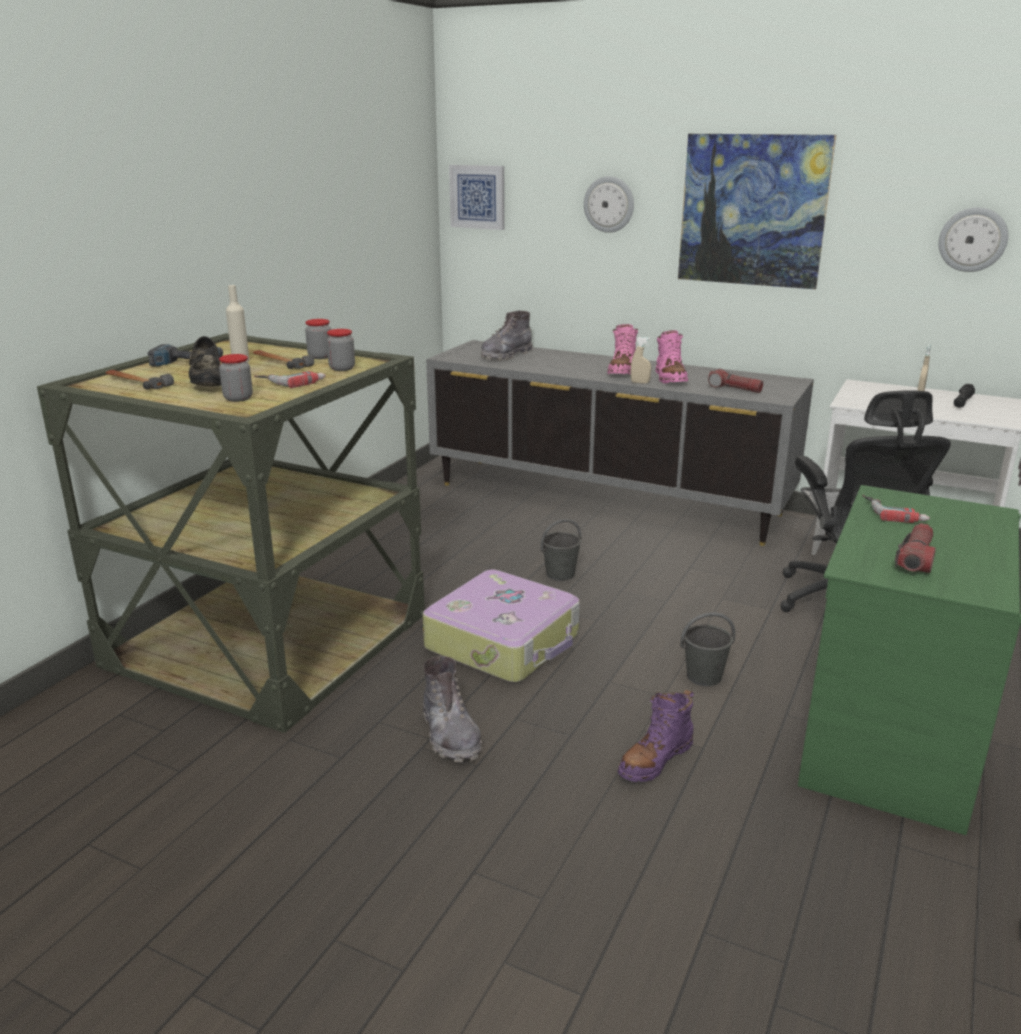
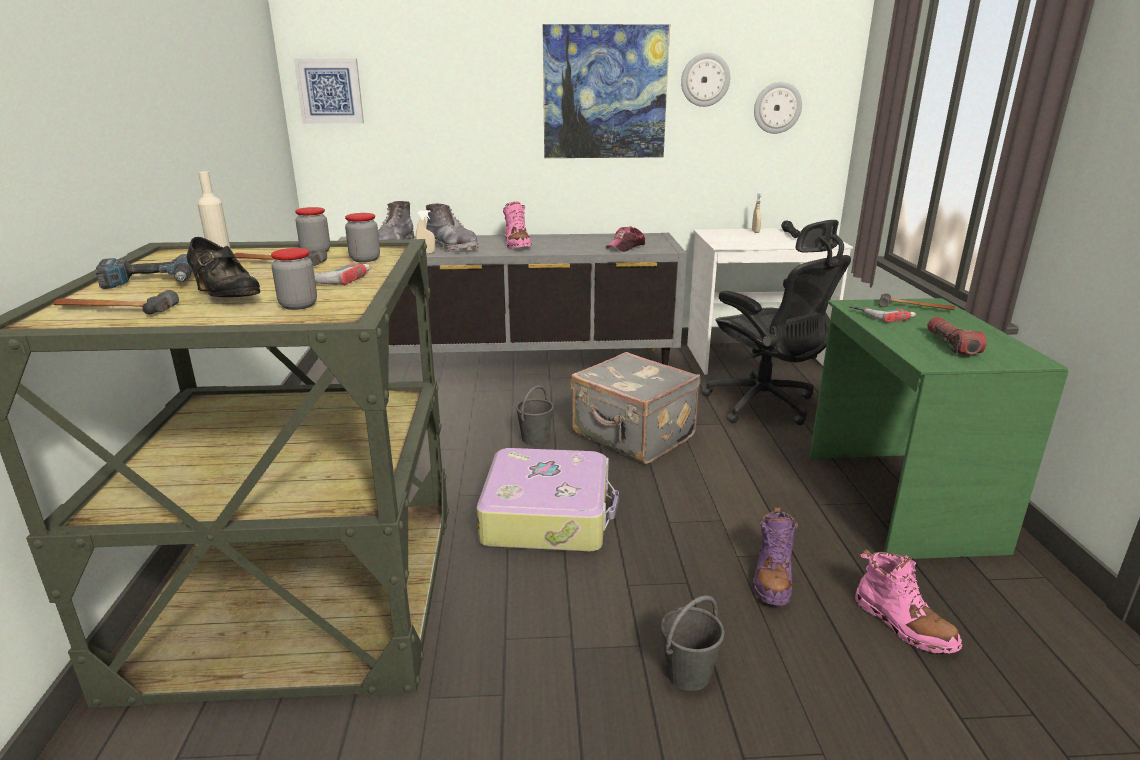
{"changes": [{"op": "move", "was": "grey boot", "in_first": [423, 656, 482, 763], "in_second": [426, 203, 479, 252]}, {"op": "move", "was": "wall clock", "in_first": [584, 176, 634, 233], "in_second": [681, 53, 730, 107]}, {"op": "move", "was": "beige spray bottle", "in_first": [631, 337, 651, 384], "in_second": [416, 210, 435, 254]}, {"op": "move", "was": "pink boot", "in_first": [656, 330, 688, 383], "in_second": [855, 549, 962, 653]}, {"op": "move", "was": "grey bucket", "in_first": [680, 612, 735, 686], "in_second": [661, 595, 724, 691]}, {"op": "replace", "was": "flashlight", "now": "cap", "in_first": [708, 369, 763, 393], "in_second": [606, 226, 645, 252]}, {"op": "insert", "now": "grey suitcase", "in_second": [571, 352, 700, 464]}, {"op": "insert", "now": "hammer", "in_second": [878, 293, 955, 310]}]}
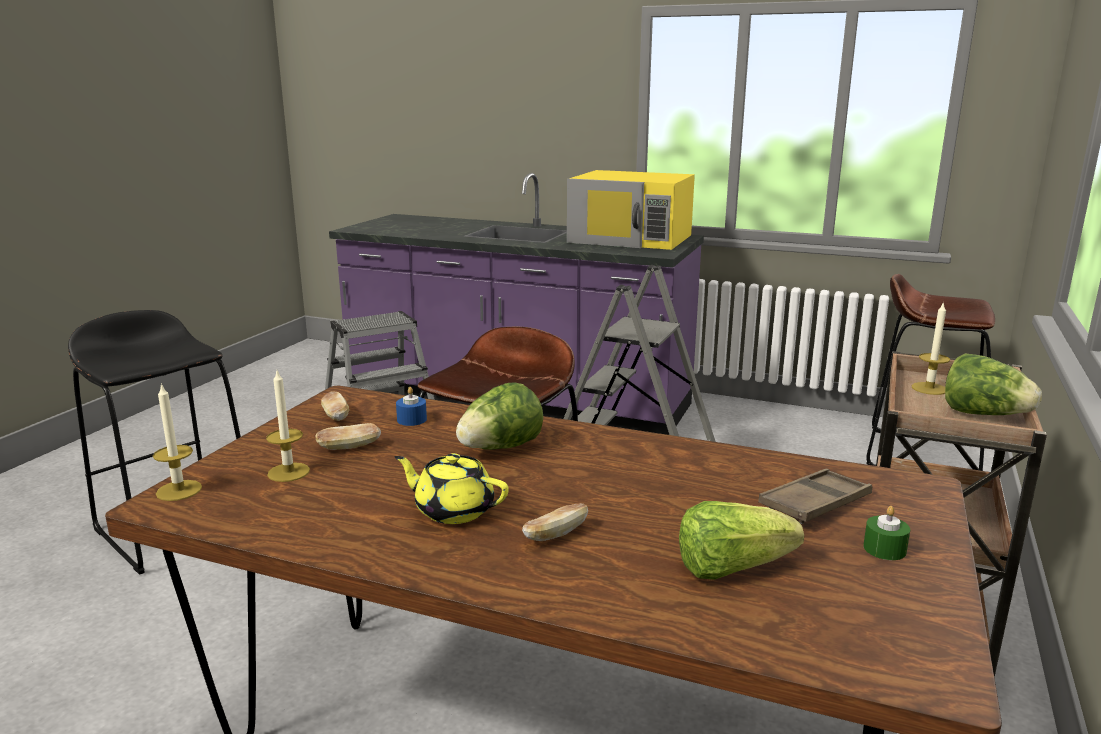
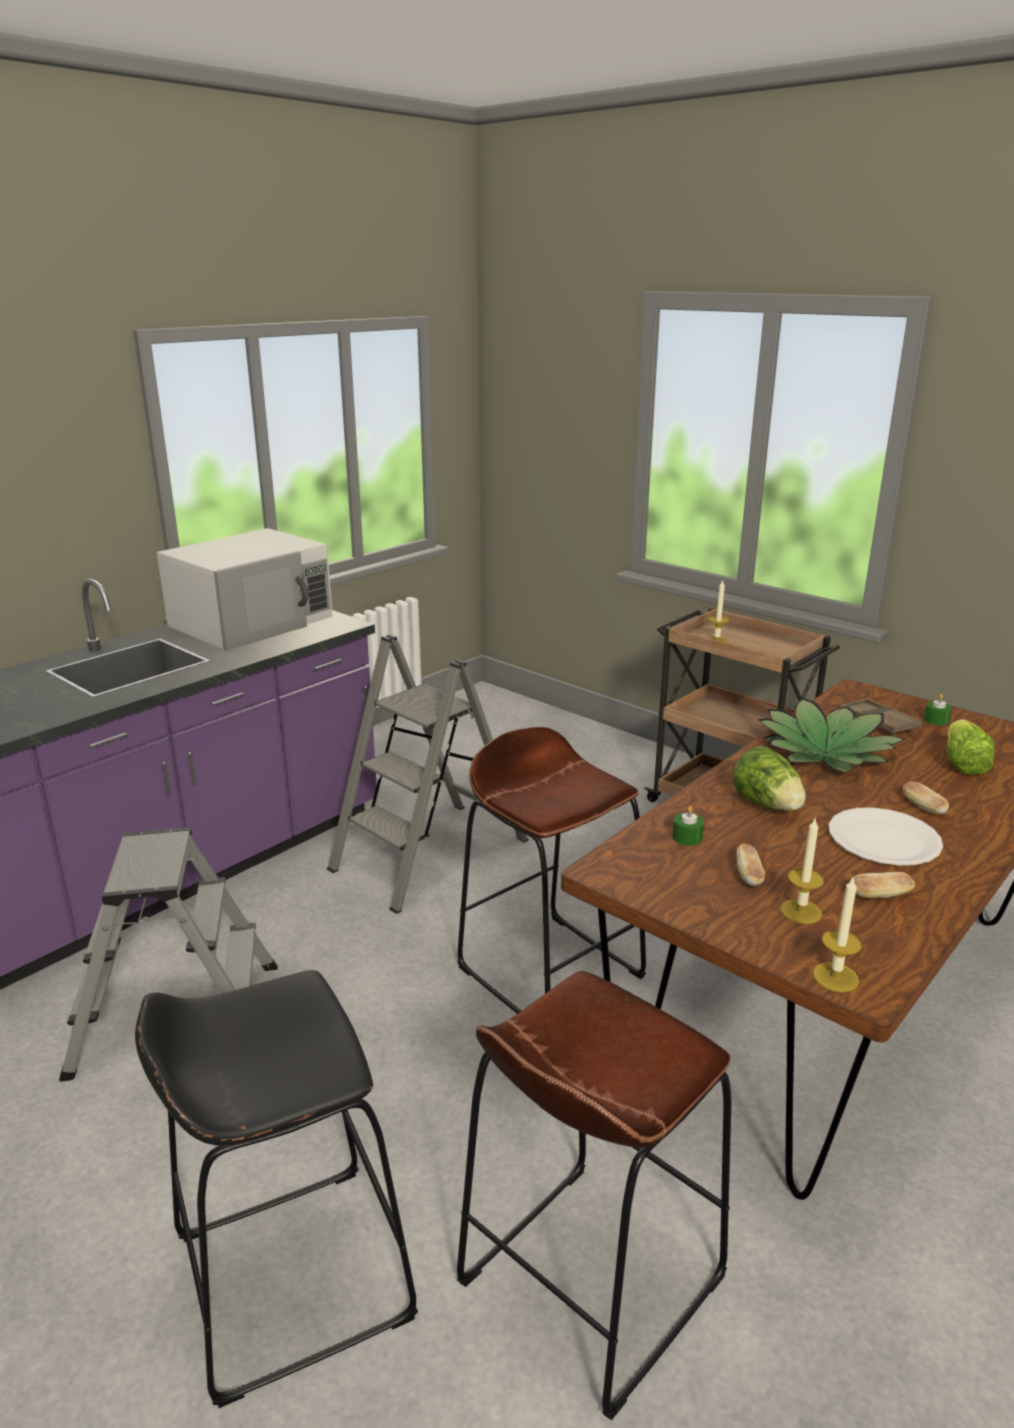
{"changes": [{"op": "move", "was": "bread", "in_first": [321, 391, 349, 421], "in_second": [850, 872, 915, 898]}, {"op": "replace", "was": "yellow teapot", "now": "white plate", "in_first": [395, 453, 509, 524], "in_second": [829, 807, 943, 865]}, {"op": "recolor", "was": "blue candle", "now": "green candle", "in_first": [396, 387, 427, 426], "in_second": [673, 806, 704, 845]}, {"op": "recolor", "was": "yellow microwave", "now": "white microwave", "in_first": [567, 170, 695, 250], "in_second": [157, 528, 333, 651]}, {"op": "move", "was": "brown stool", "in_first": [866, 274, 995, 471], "in_second": [457, 971, 731, 1420]}, {"op": "delete", "was": "lettuce", "in_first": [945, 354, 1042, 415]}, {"op": "insert", "now": "potted plant", "in_second": [758, 697, 905, 773]}]}
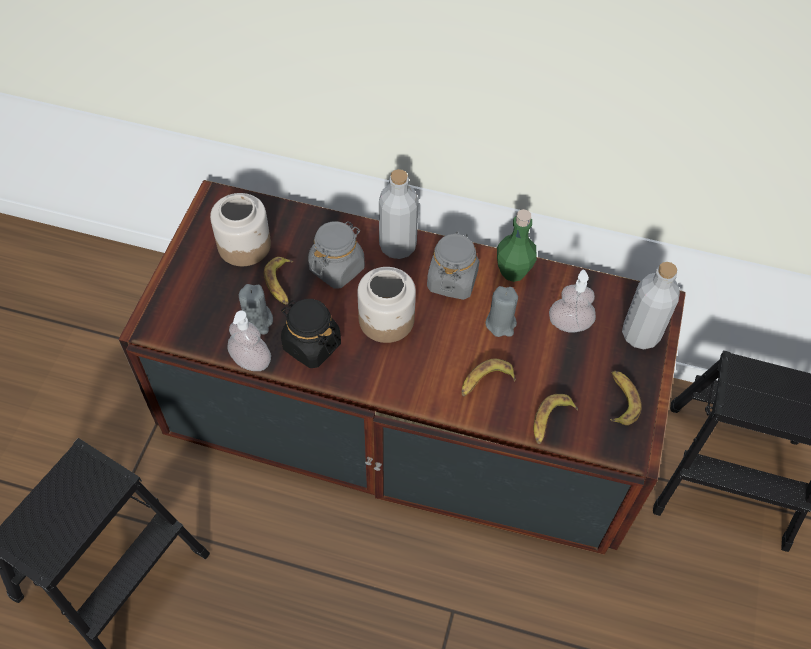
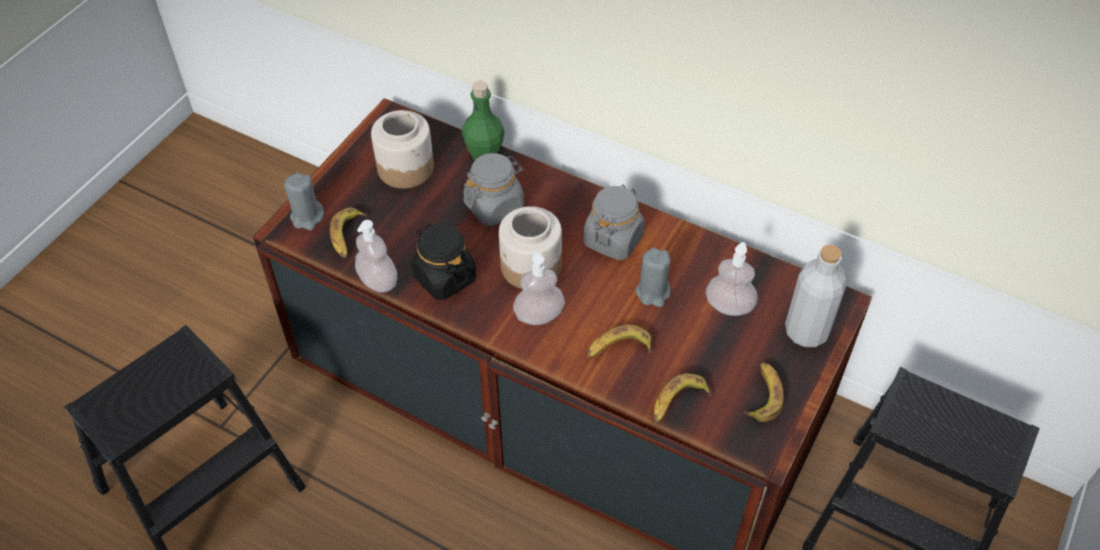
{"changes": [{"op": "move", "was": "grey candle", "in_first": [239, 284, 273, 335], "in_second": [284, 173, 324, 230]}, {"op": "move", "was": "banana", "in_first": [264, 257, 293, 305], "in_second": [330, 207, 367, 258]}, {"op": "delete", "was": "grey bottle", "in_first": [379, 169, 419, 259]}, {"op": "move", "was": "green bottle", "in_first": [497, 209, 537, 282], "in_second": [462, 81, 505, 160]}, {"op": "insert", "now": "soap dispenser", "in_second": [513, 251, 565, 325]}]}
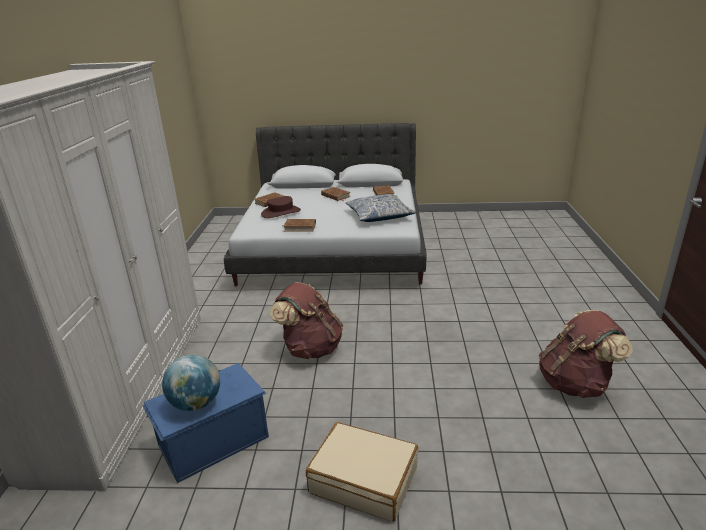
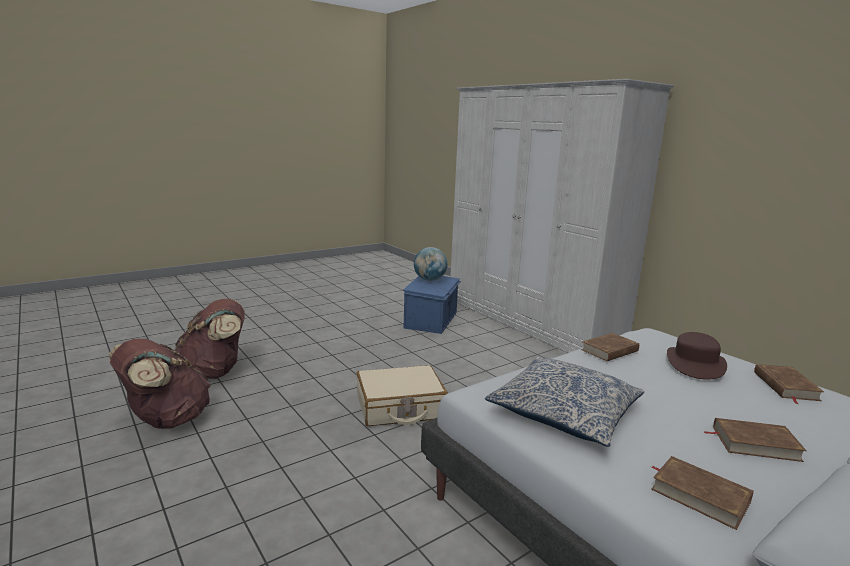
{"changes": [{"op": "move", "was": "brown backpack", "in_first": [270, 282, 343, 359], "in_second": [175, 299, 245, 379]}, {"op": "move", "was": "beige suitcase", "in_first": [306, 422, 418, 522], "in_second": [356, 365, 448, 426]}]}
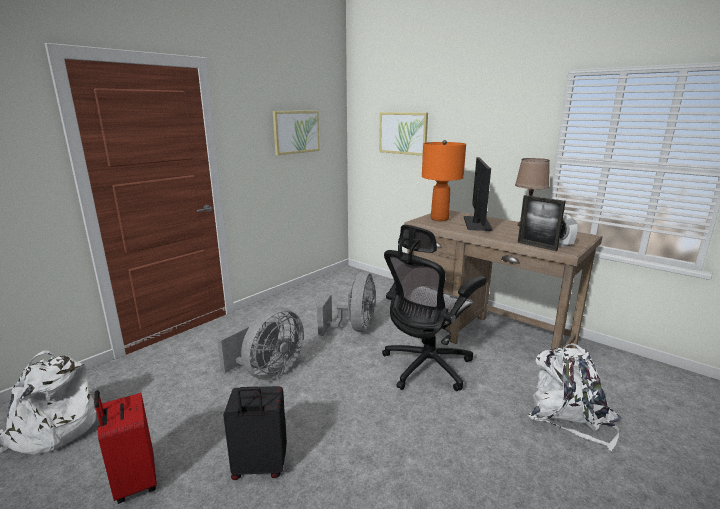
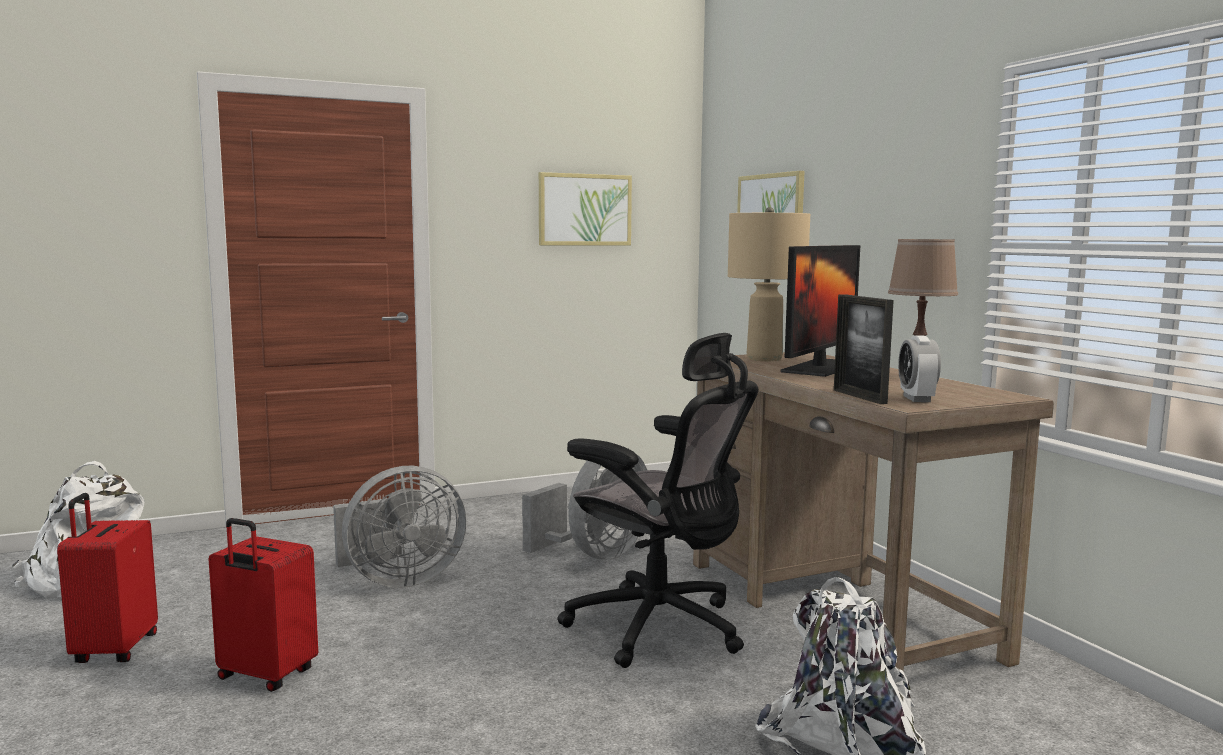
{"changes": [{"op": "recolor", "was": "black suitcase", "now": "red suitcase", "in_first": [223, 386, 287, 480], "in_second": [209, 518, 318, 692]}, {"op": "rotate", "was": "office chair", "in_first": [382, 225, 486, 391], "in_second": [557, 333, 758, 668], "clockwise": -120}, {"op": "recolor", "was": "orange table lamp", "now": "beige table lamp", "in_first": [422, 140, 466, 221], "in_second": [728, 207, 810, 361]}]}
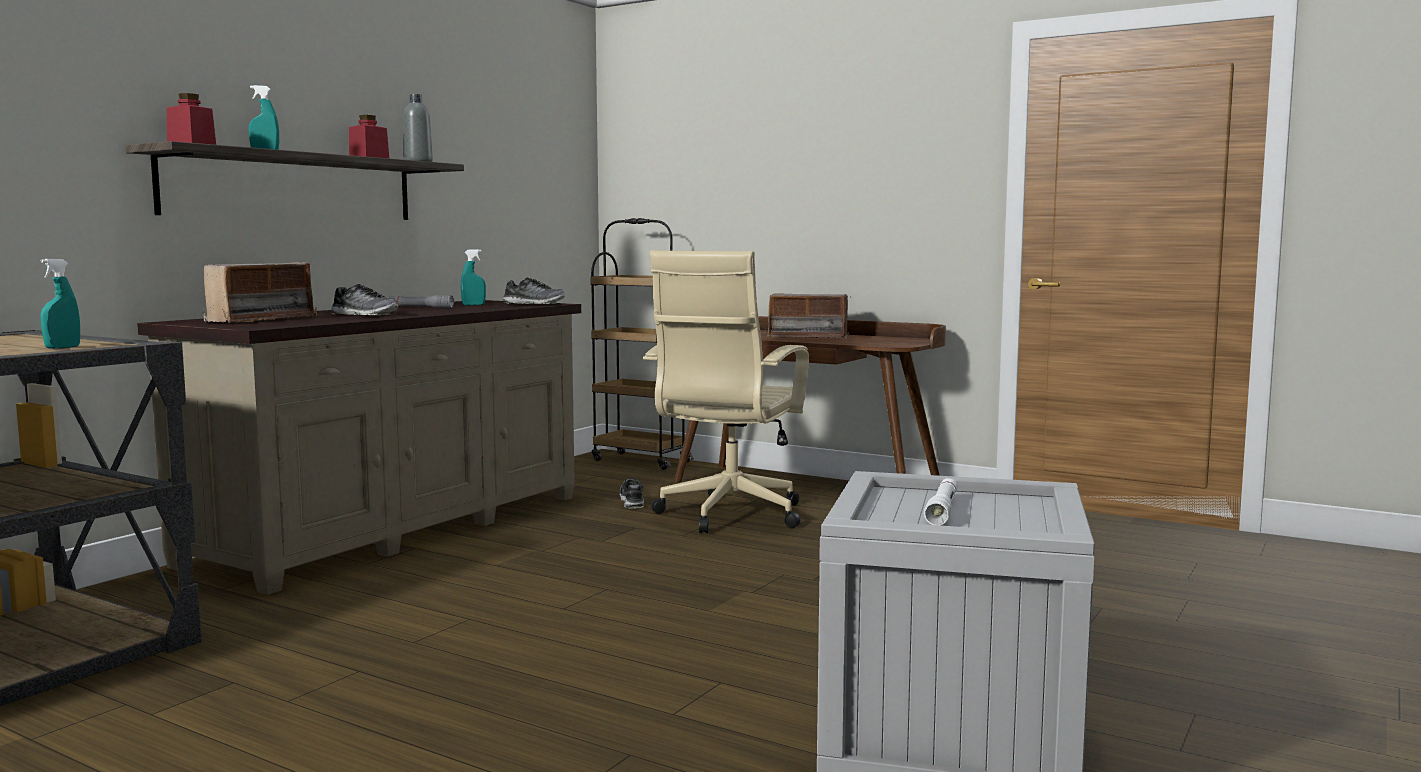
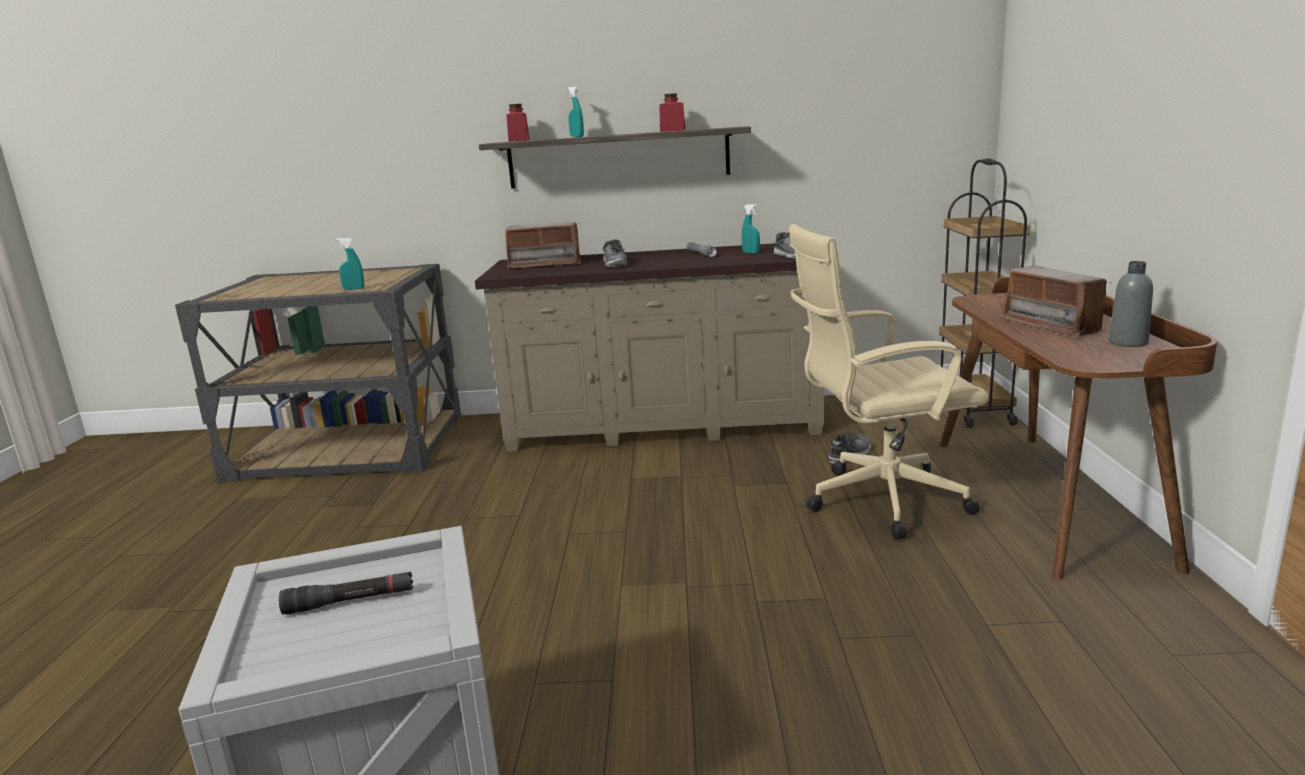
{"changes": [{"op": "move", "was": "grey bottle", "in_first": [403, 94, 433, 162], "in_second": [1109, 261, 1153, 347]}, {"op": "recolor", "was": "white flashlight", "now": "black flashlight", "in_first": [924, 478, 957, 525], "in_second": [279, 572, 413, 615]}]}
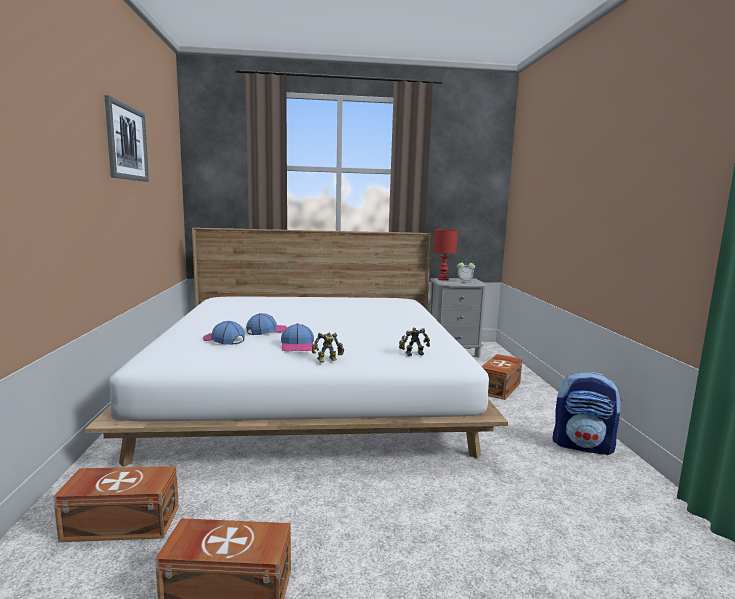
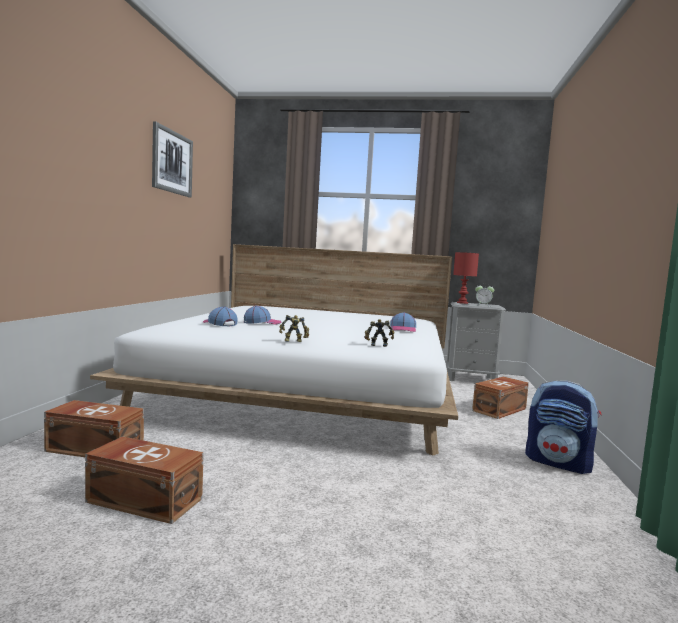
{"changes": [{"op": "move", "was": "cap", "in_first": [281, 323, 314, 351], "in_second": [390, 312, 416, 332]}]}
